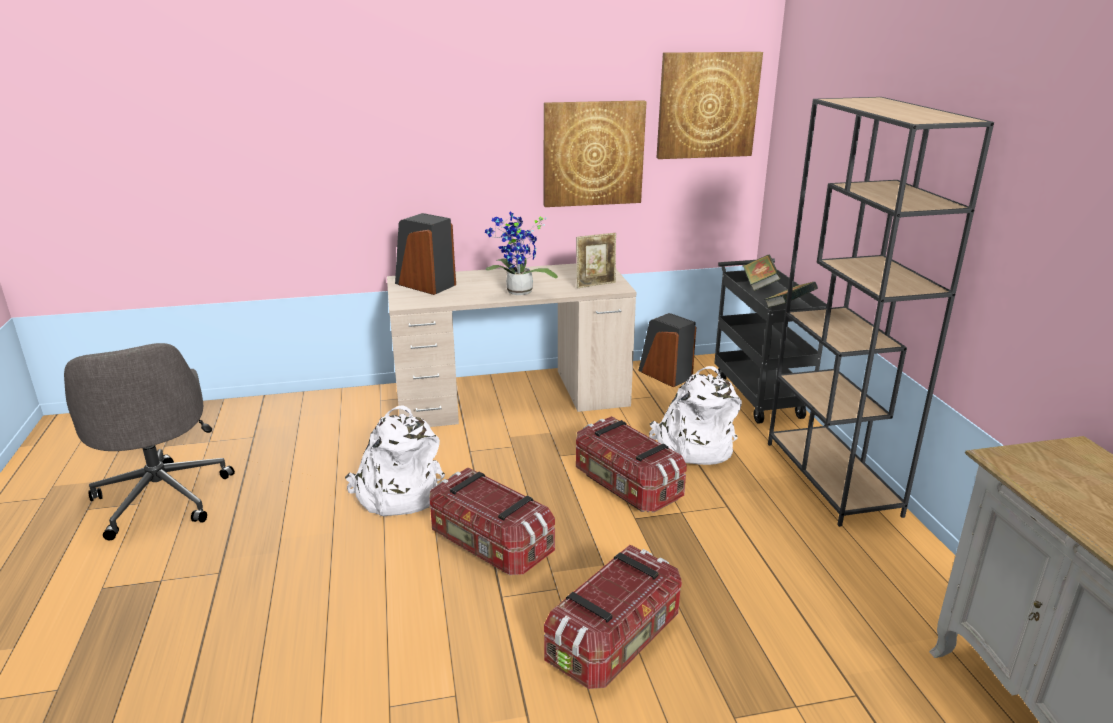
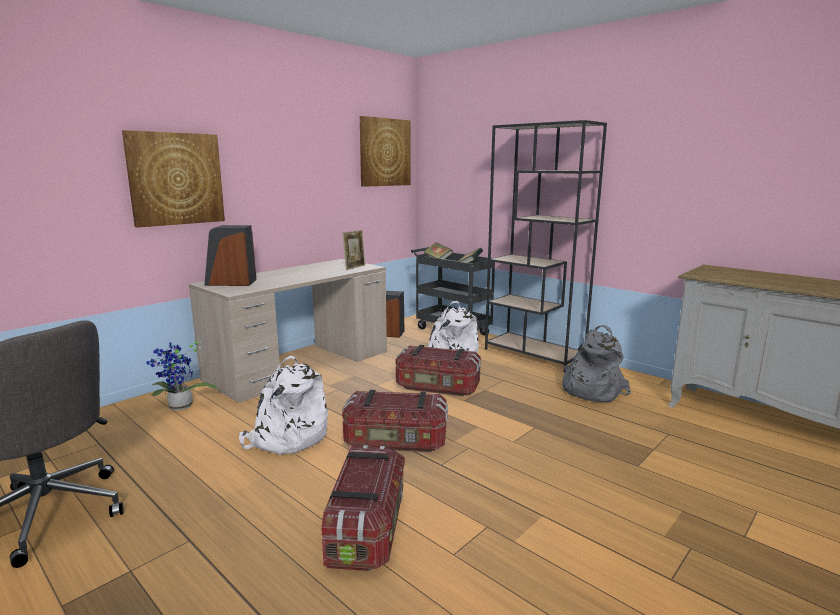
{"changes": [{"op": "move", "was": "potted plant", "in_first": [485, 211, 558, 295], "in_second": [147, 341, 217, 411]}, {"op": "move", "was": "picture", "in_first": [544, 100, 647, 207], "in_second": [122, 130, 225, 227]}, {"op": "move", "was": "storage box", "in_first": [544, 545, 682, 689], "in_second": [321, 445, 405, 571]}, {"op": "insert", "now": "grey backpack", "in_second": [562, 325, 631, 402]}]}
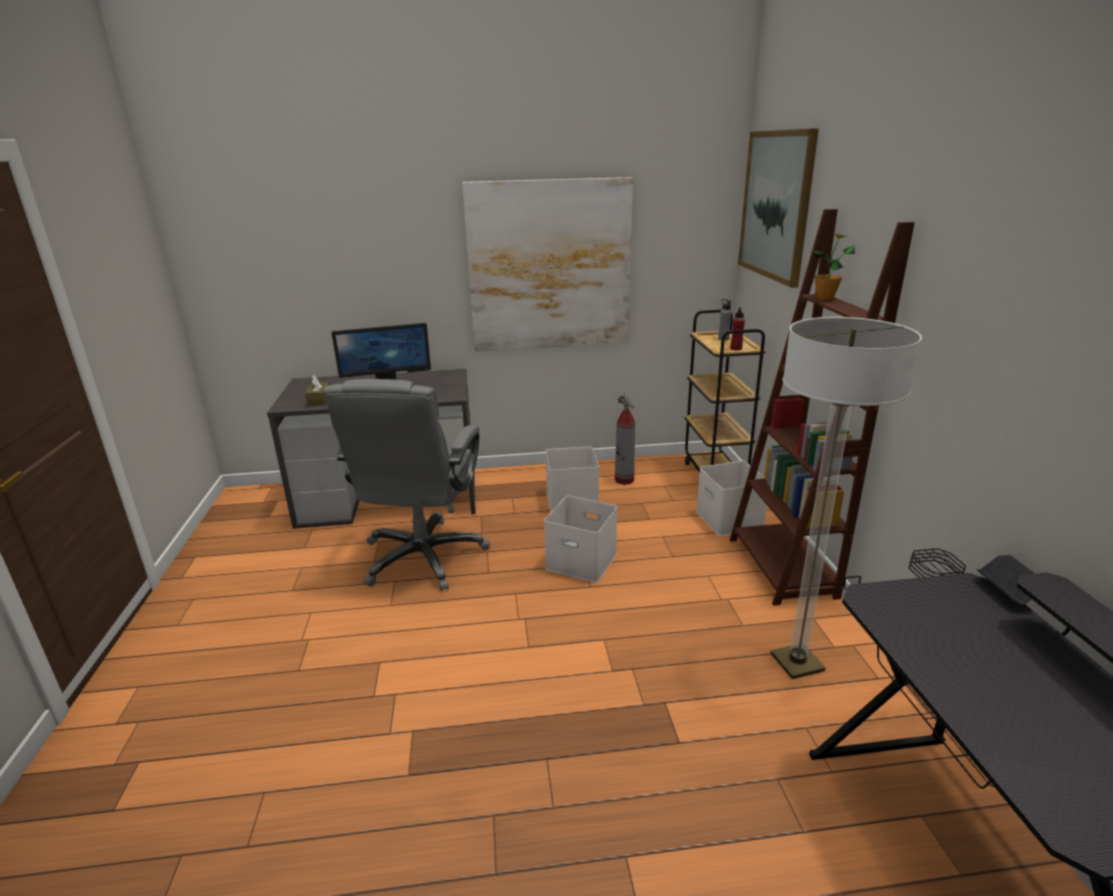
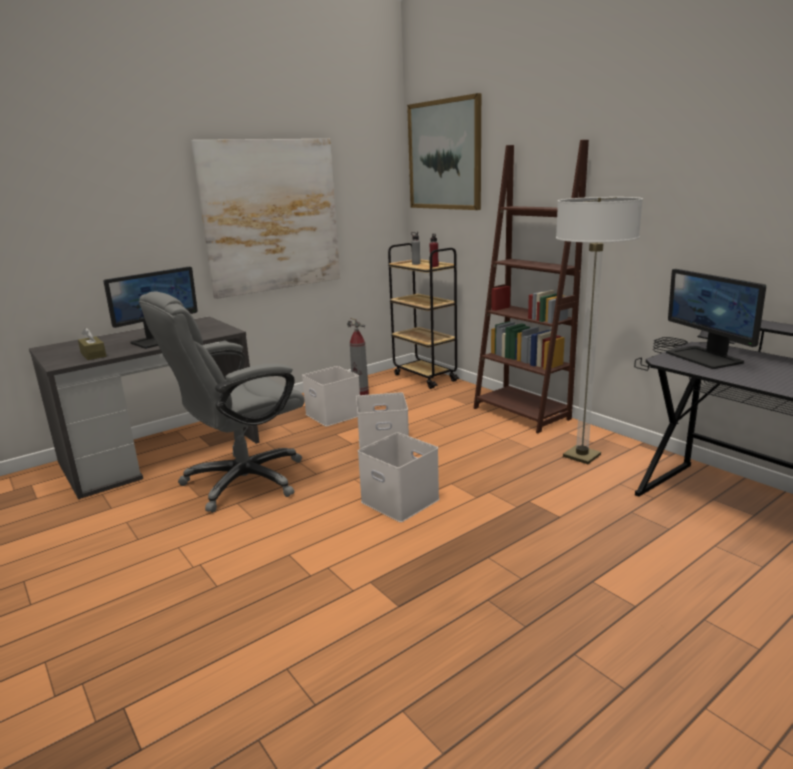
{"changes": [{"op": "rotate", "was": "grey office chair", "in_first": [324, 379, 490, 591], "in_second": [139, 292, 305, 512], "clockwise": 75}, {"op": "move", "was": "white storage box", "in_first": [696, 461, 767, 536], "in_second": [358, 432, 439, 522]}, {"op": "delete", "was": "potted plant", "in_first": [811, 233, 855, 300]}, {"op": "insert", "now": "monitor", "in_second": [666, 269, 766, 369]}]}
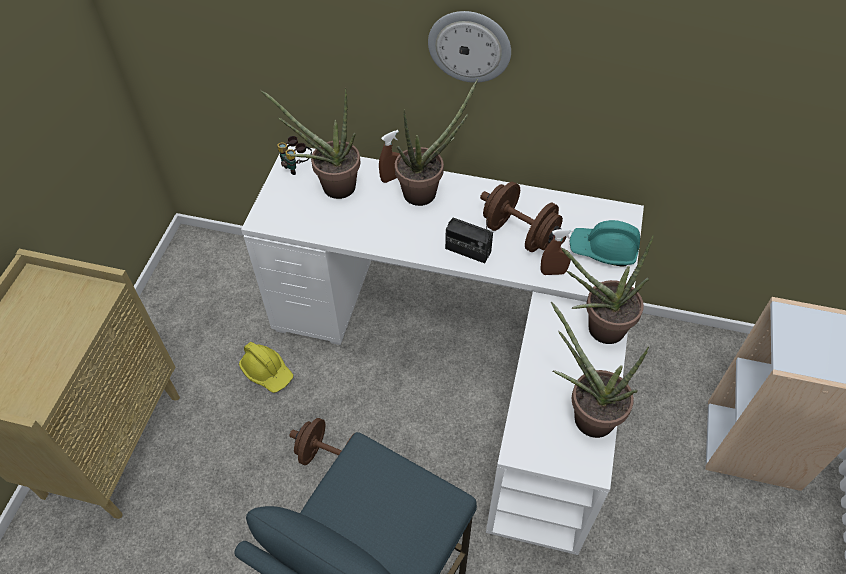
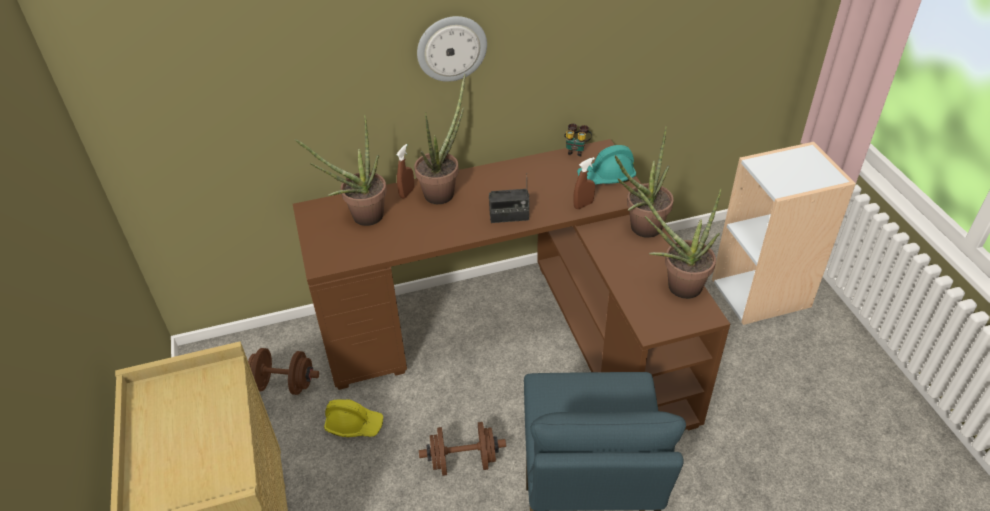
{"changes": [{"op": "recolor", "was": "white desk", "now": "brown desk", "in_first": [241, 144, 644, 555], "in_second": [293, 139, 730, 431]}, {"op": "move", "was": "binoculars", "in_first": [277, 136, 312, 175], "in_second": [564, 123, 592, 156]}, {"op": "move", "was": "brown dumbbell", "in_first": [480, 182, 567, 252], "in_second": [248, 348, 319, 395]}]}
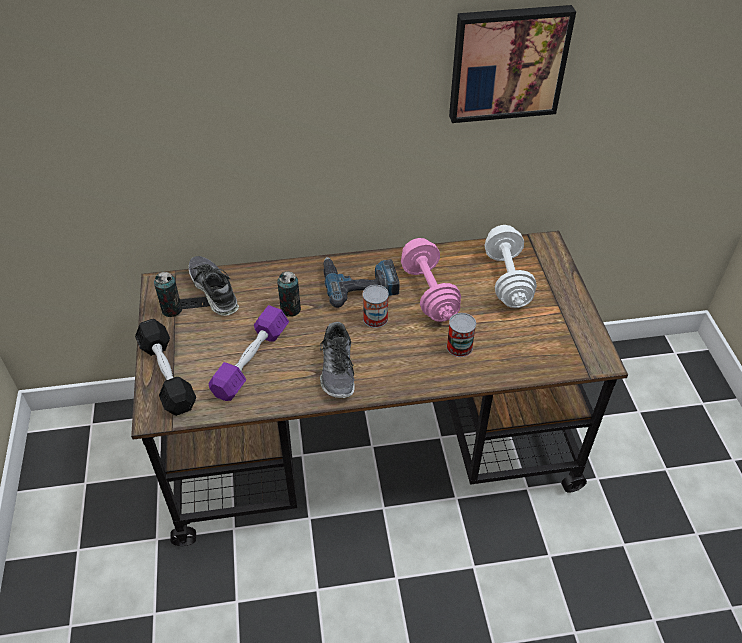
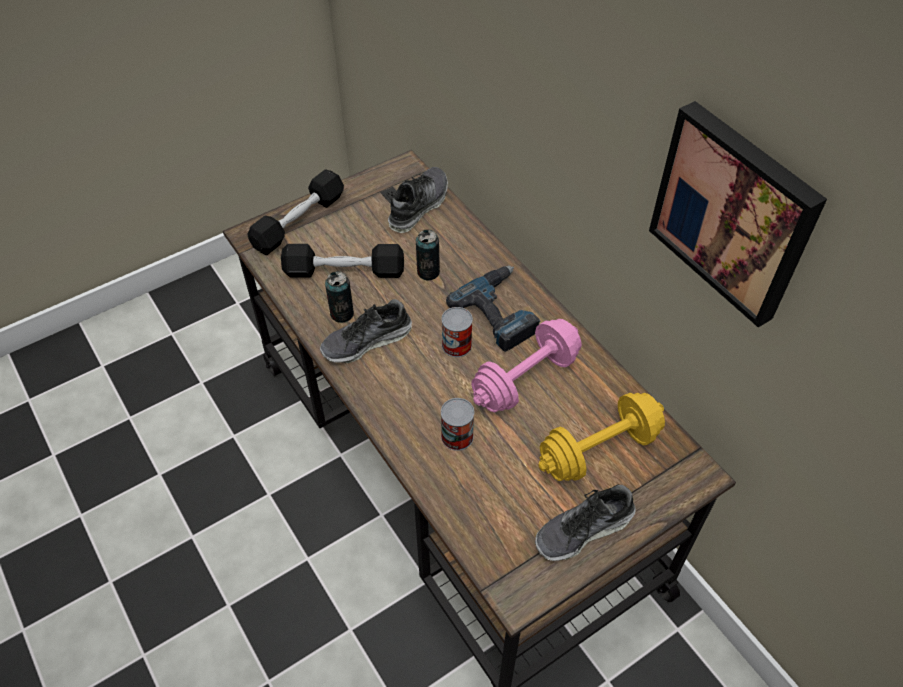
{"changes": [{"op": "move", "was": "can", "in_first": [154, 272, 182, 317], "in_second": [325, 271, 354, 323]}, {"op": "recolor", "was": "purple dumbbell", "now": "black dumbbell", "in_first": [209, 305, 289, 401], "in_second": [281, 244, 404, 278]}, {"op": "recolor", "was": "white dumbbell", "now": "yellow dumbbell", "in_first": [484, 225, 537, 308], "in_second": [538, 393, 665, 481]}, {"op": "insert", "now": "shoe", "in_second": [535, 485, 636, 561]}]}
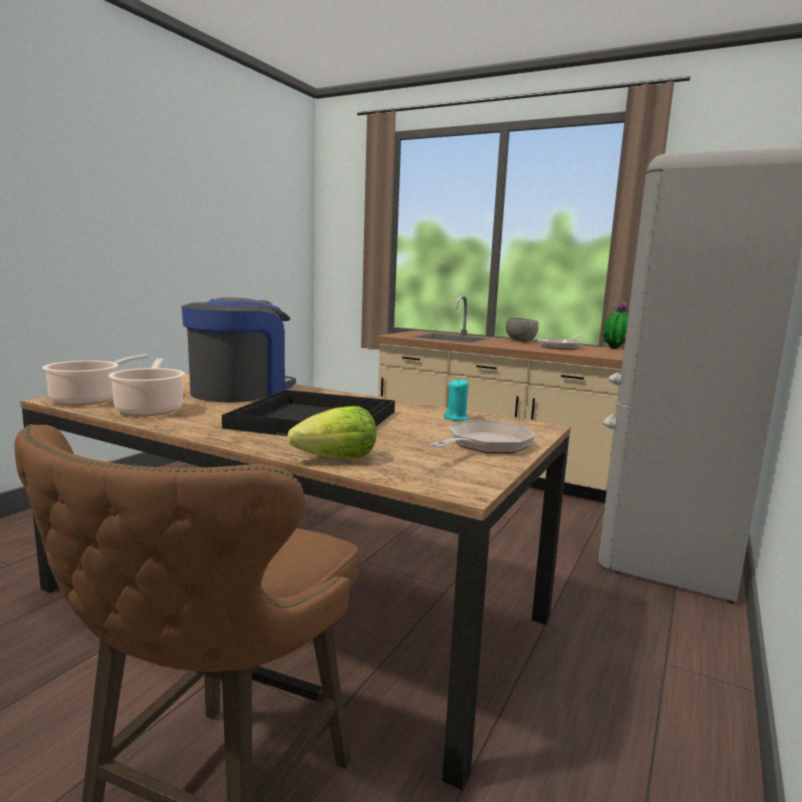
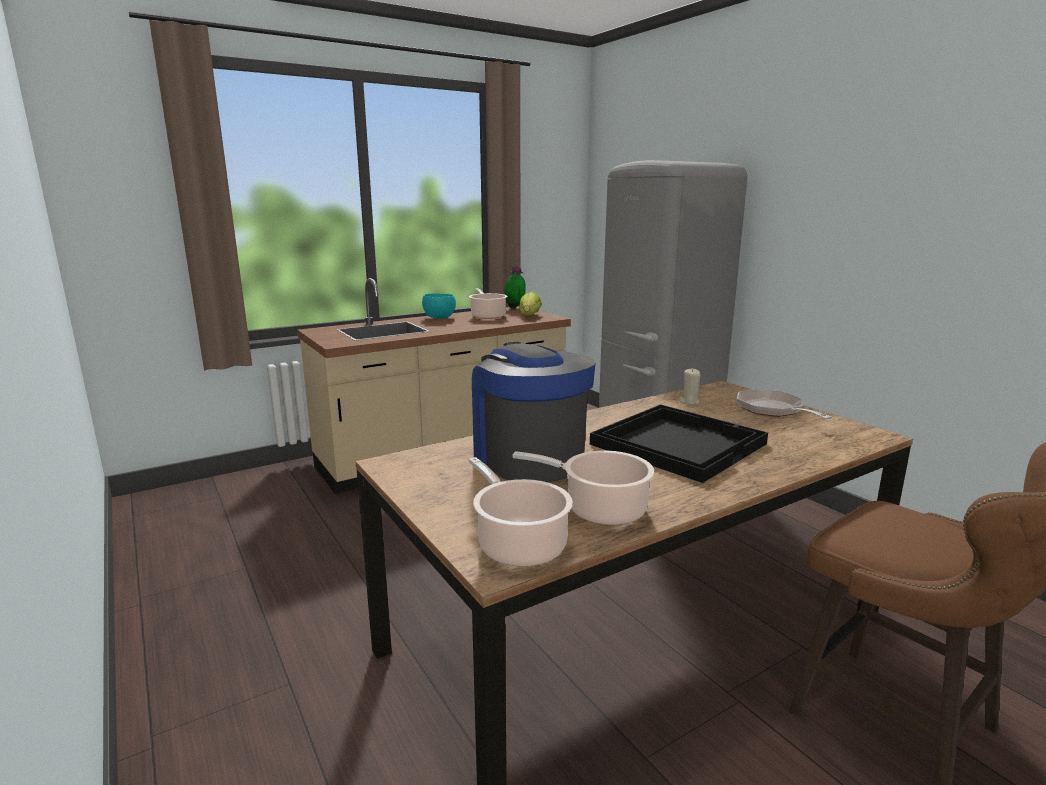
{"changes": [{"op": "move", "was": "lettuce", "in_first": [287, 406, 377, 458], "in_second": [519, 292, 542, 315]}, {"op": "recolor", "was": "turquoise candle", "now": "beige candle", "in_first": [444, 379, 469, 421], "in_second": [679, 368, 701, 405]}, {"op": "recolor", "was": "grey bowl", "now": "turquoise bowl", "in_first": [506, 318, 539, 342], "in_second": [422, 293, 456, 319]}, {"op": "replace", "was": "frying pan", "now": "cooking pot", "in_first": [538, 335, 584, 350], "in_second": [469, 288, 507, 319]}]}
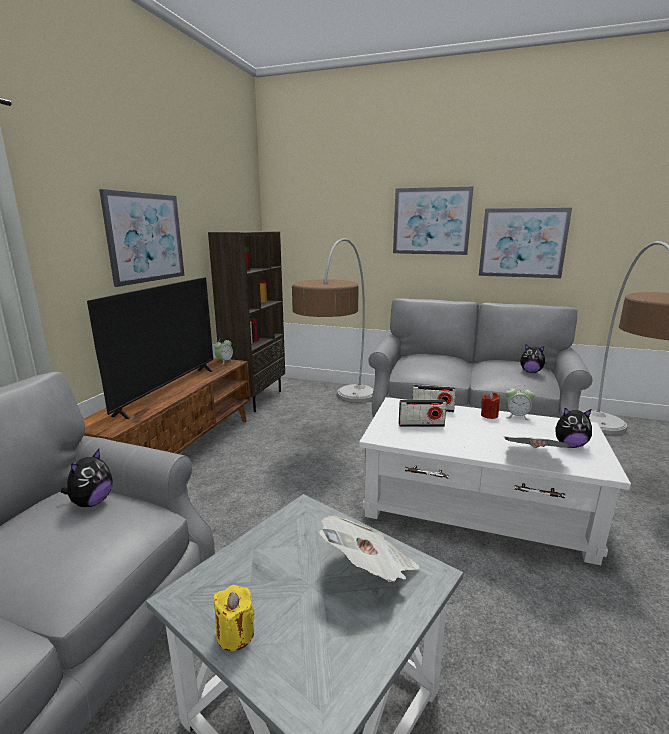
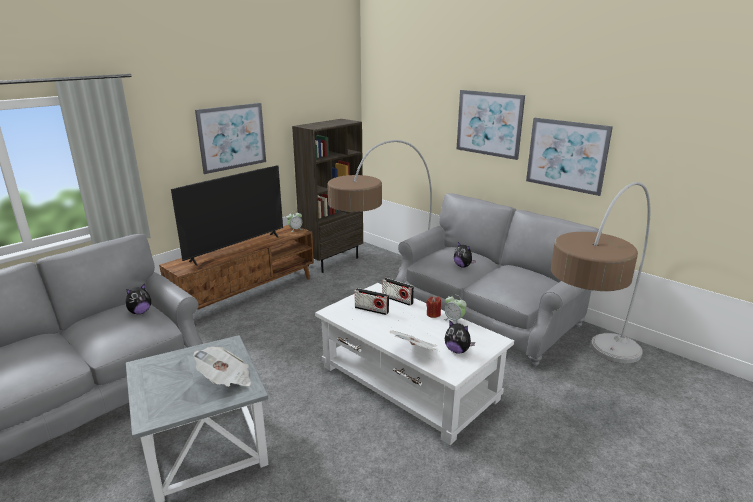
{"changes": [{"op": "delete", "was": "yellow candle", "in_first": [214, 585, 255, 651]}, {"op": "move", "was": "plush toy", "in_first": [520, 344, 547, 373], "in_second": [454, 242, 476, 268]}]}
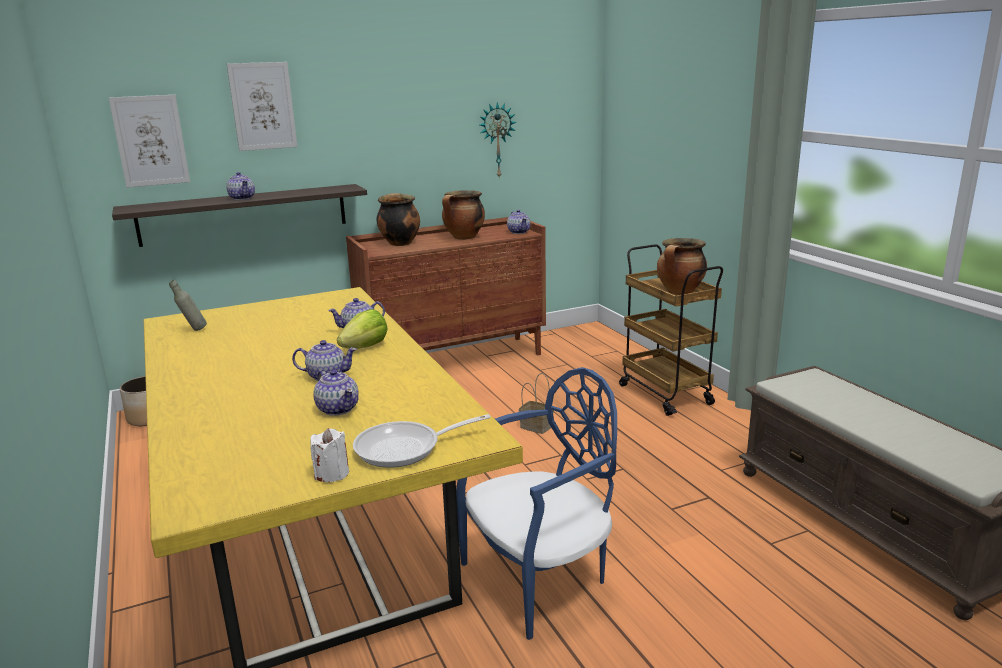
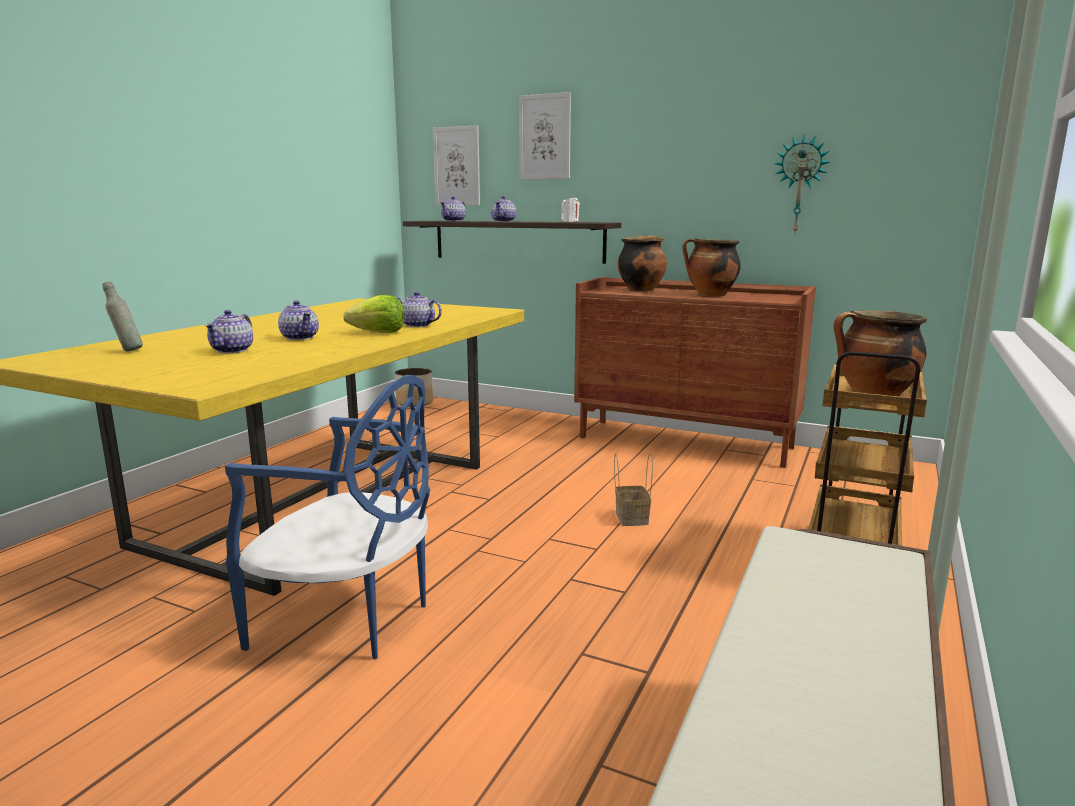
{"changes": [{"op": "move", "was": "grey bottle", "in_first": [169, 280, 207, 331], "in_second": [103, 282, 143, 351]}, {"op": "move", "was": "white candle", "in_first": [310, 428, 349, 482], "in_second": [561, 196, 580, 222]}, {"op": "delete", "was": "frying pan", "in_first": [353, 414, 491, 468]}, {"op": "move", "was": "teapot", "in_first": [507, 210, 530, 234], "in_second": [440, 196, 466, 221]}]}
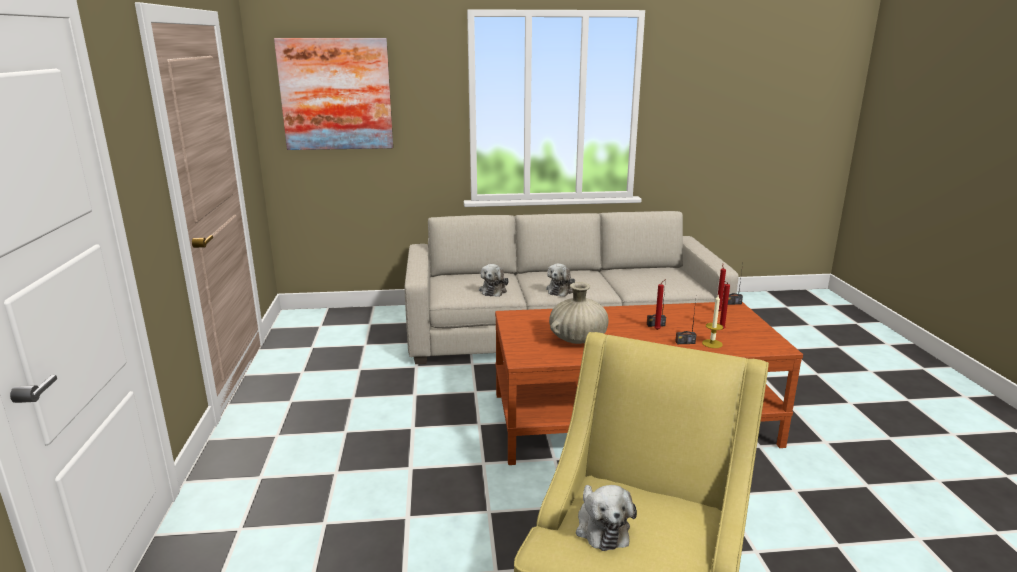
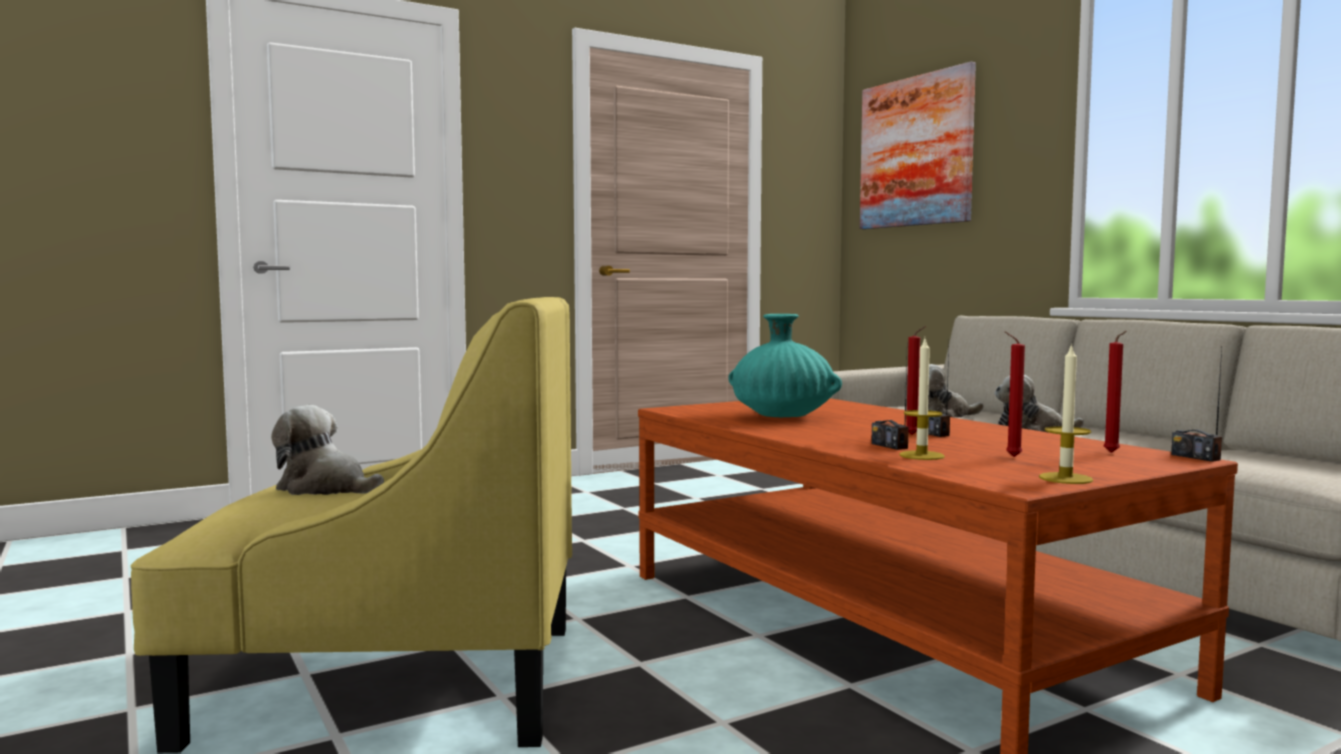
{"changes": [{"op": "recolor", "was": "beige vase", "now": "turquoise vase", "in_first": [549, 282, 608, 344], "in_second": [728, 314, 842, 417]}, {"op": "rotate", "was": "plush toy", "in_first": [576, 485, 637, 551], "in_second": [271, 405, 384, 495], "clockwise": 60}, {"op": "insert", "now": "candle", "in_second": [1039, 343, 1093, 484]}]}
